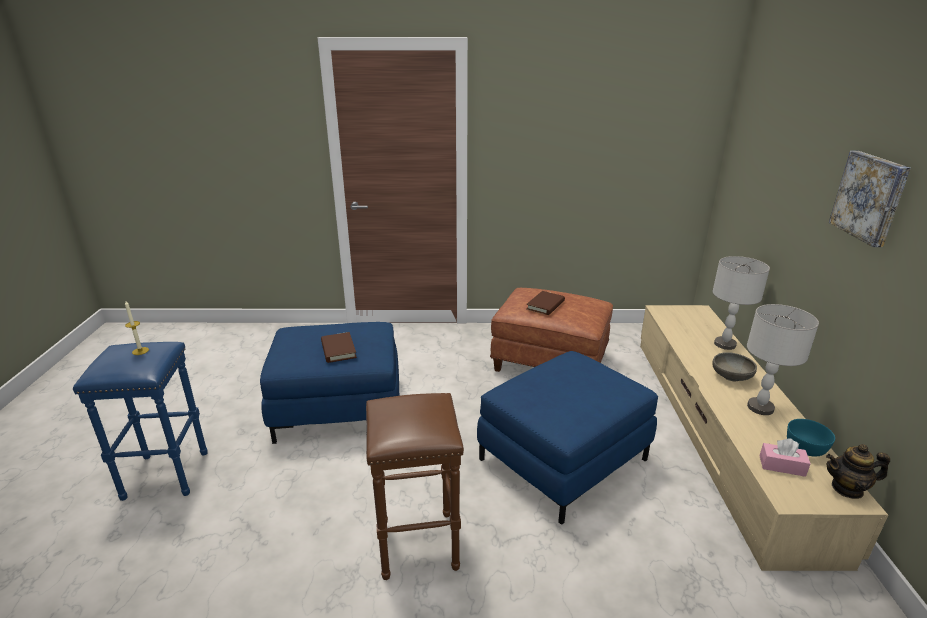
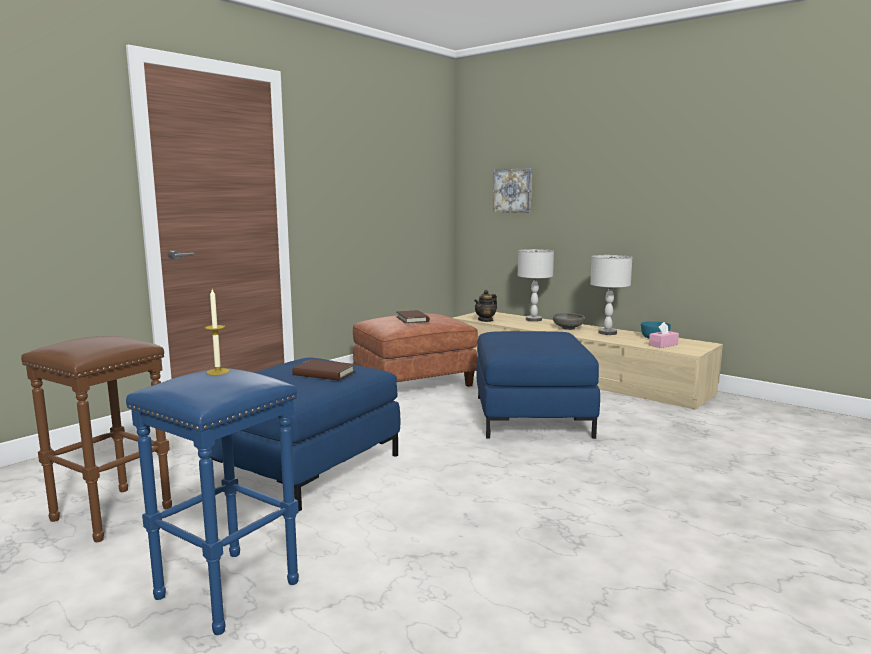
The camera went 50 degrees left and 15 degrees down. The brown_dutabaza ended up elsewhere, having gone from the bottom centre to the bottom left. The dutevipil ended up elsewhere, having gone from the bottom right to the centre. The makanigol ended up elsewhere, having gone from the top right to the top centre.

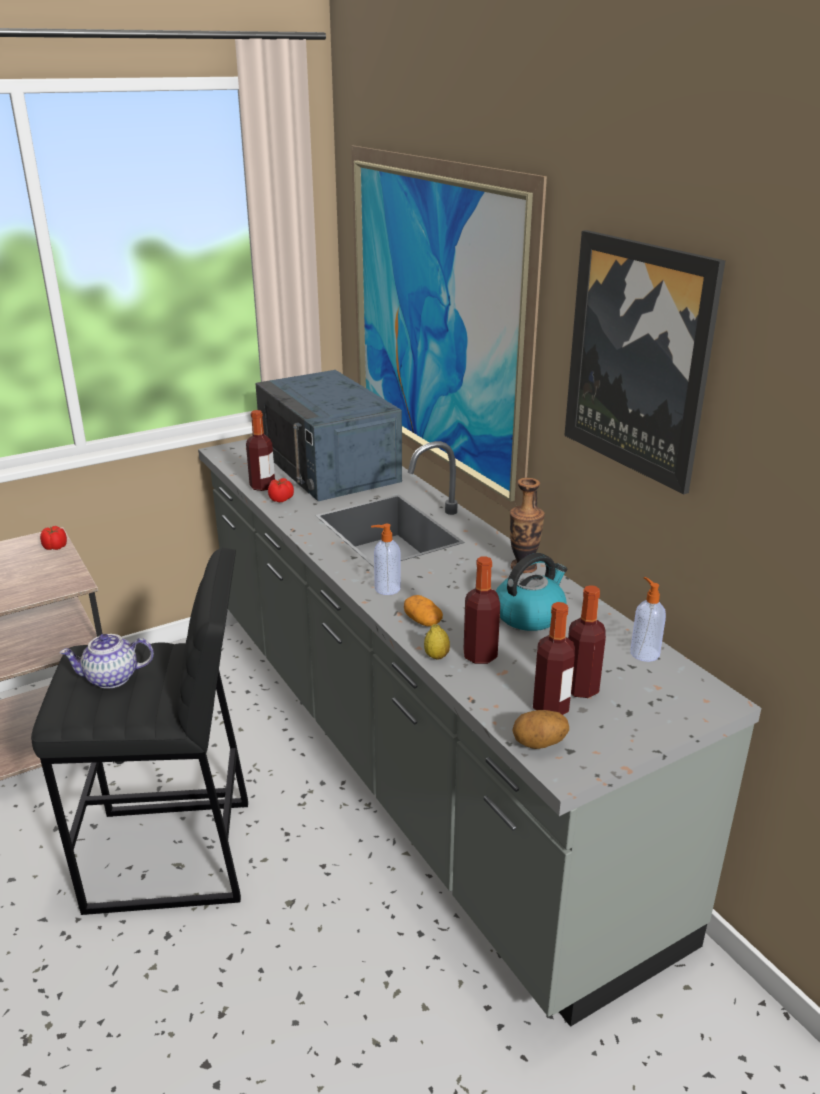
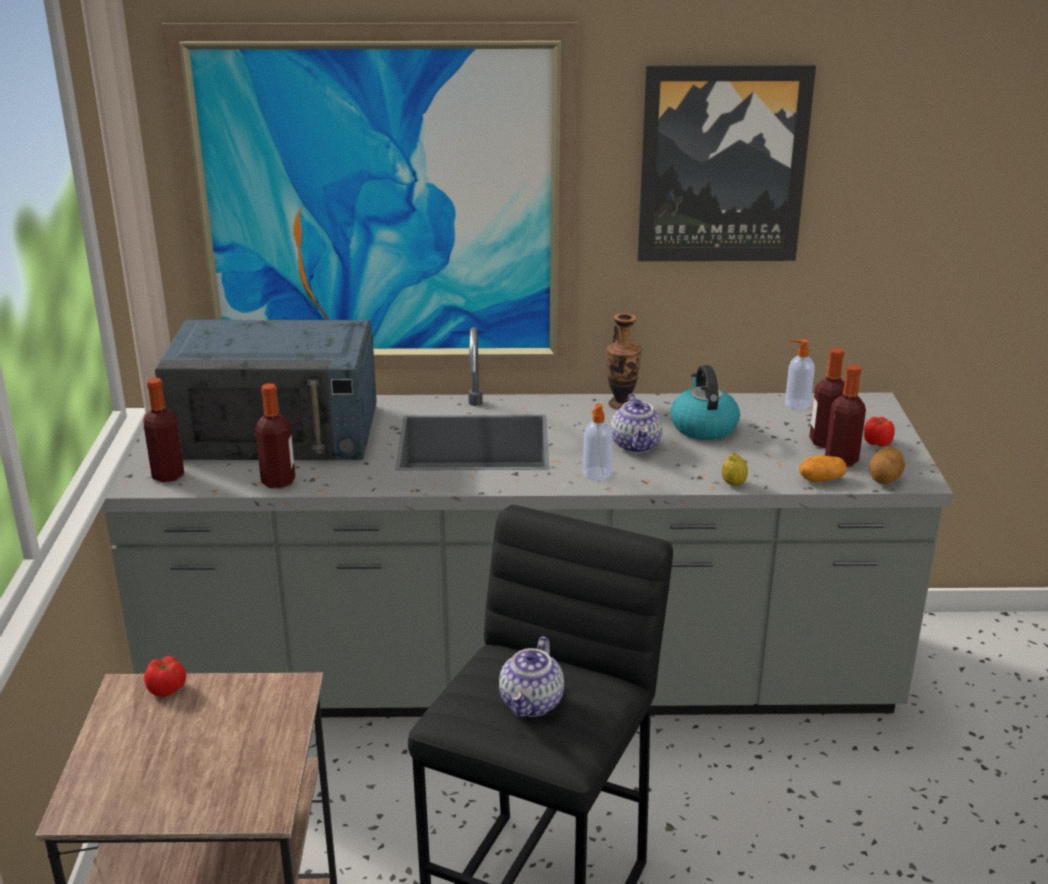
The camera went 60 degrees left and 0 degrees up. The second view gained the dutevipil (2nd from left) at the centre. The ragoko (2nd from left) ended up elsewhere, having gone from the centre to the middle right. The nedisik (1st from left) ended up elsewhere, having gone from the centre to the middle right. The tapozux (2nd from left in the first image) ended up elsewhere, having gone from the centre to the middle left.

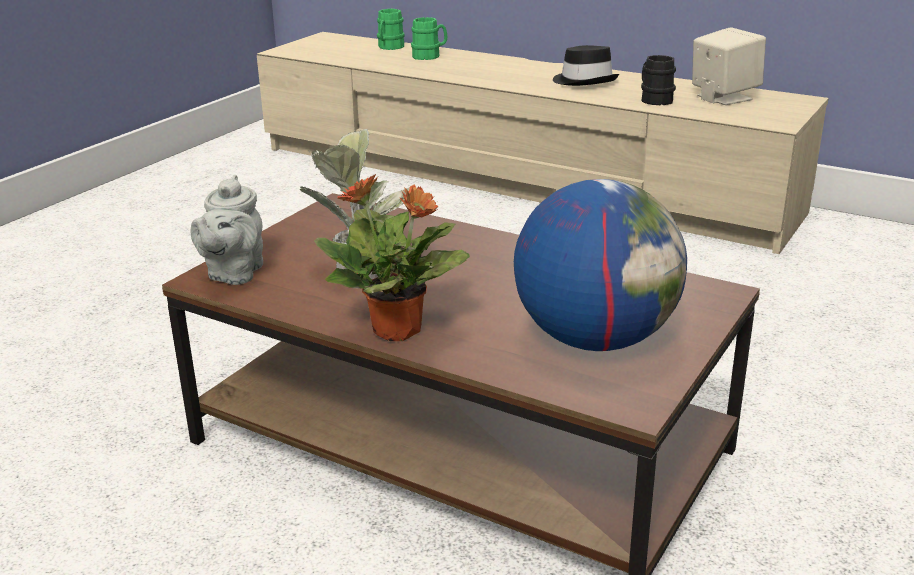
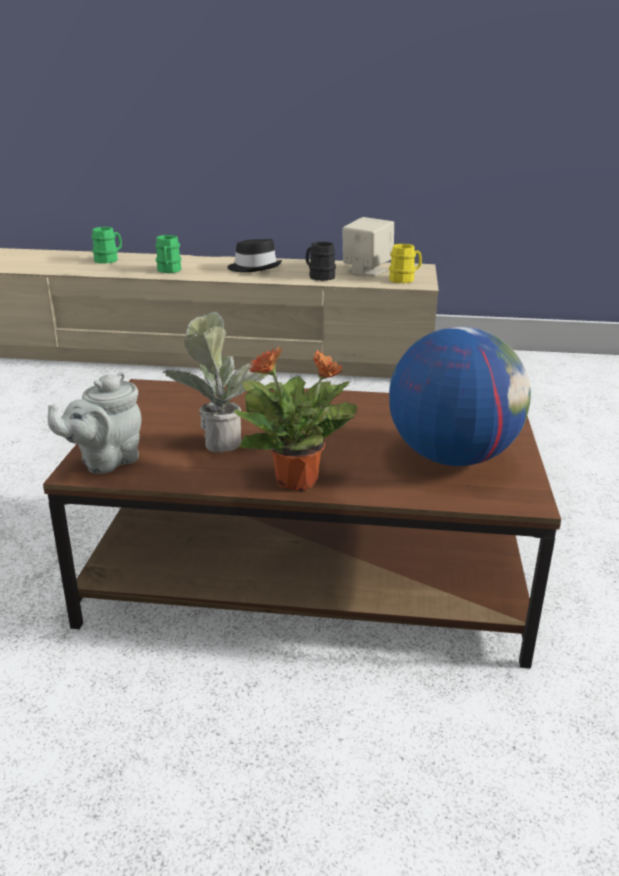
The camera went 25 degrees left and 0 degrees up. The second view gained the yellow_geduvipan at the top centre. The green_geduvipan (1st from left in the first image) ended up elsewhere, having gone from the top centre to the top left. The grey_dutevipil at the middle left ended up facing another way, 60 degrees clockwise from before.

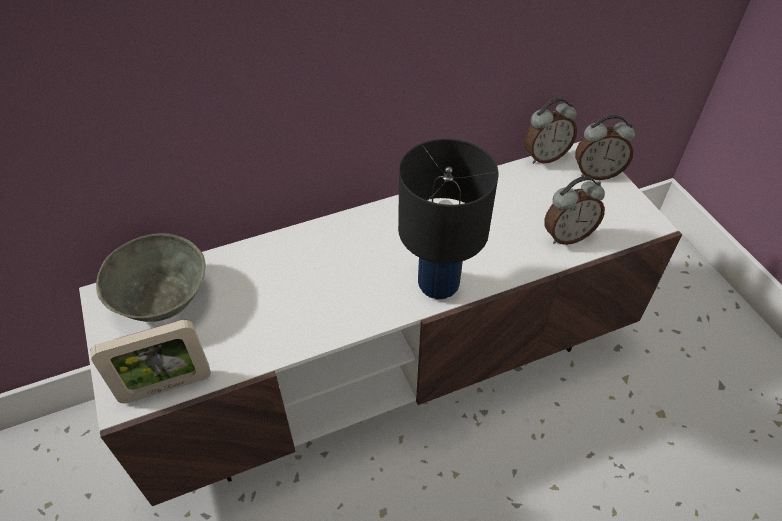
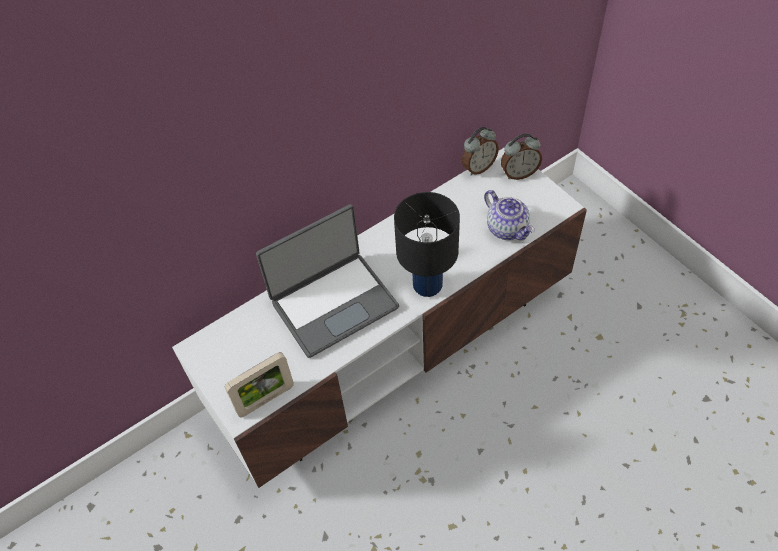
The camera went 10 degrees left and 5 degrees up. The second view lost the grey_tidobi at the middle left. The second view gained the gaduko at the centre. Where the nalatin (2nd from left) stood at the middle right, the dutevipil came to stand at the centre.

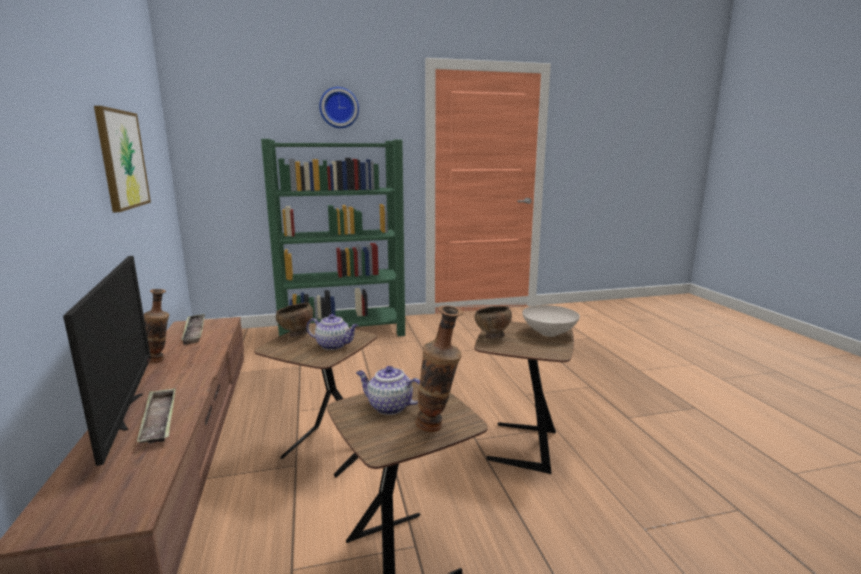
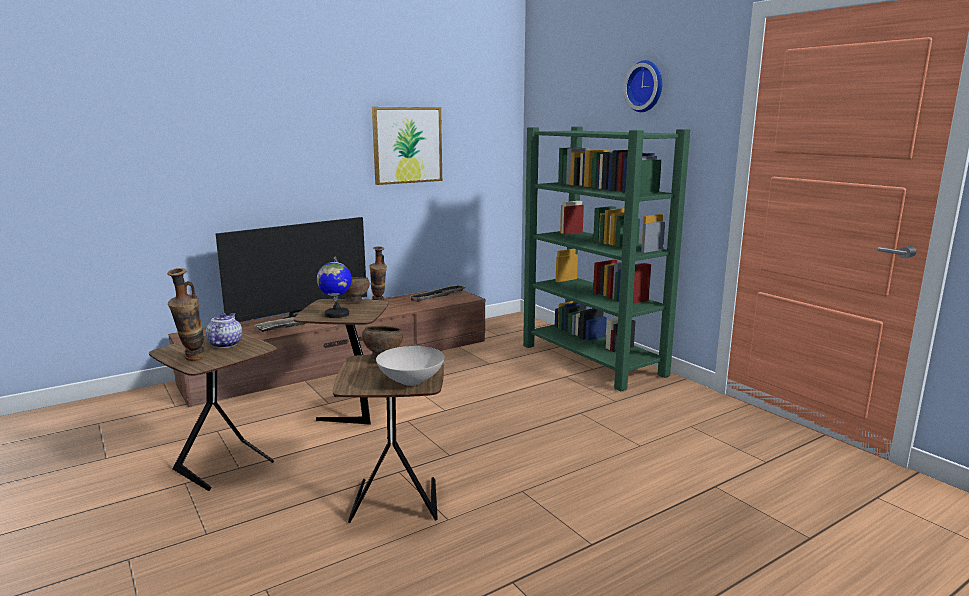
The camera went 70 degrees right and 0 degrees up. Where the dutevipil (1st from left) stood at the centre, the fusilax came to stand at the centre.

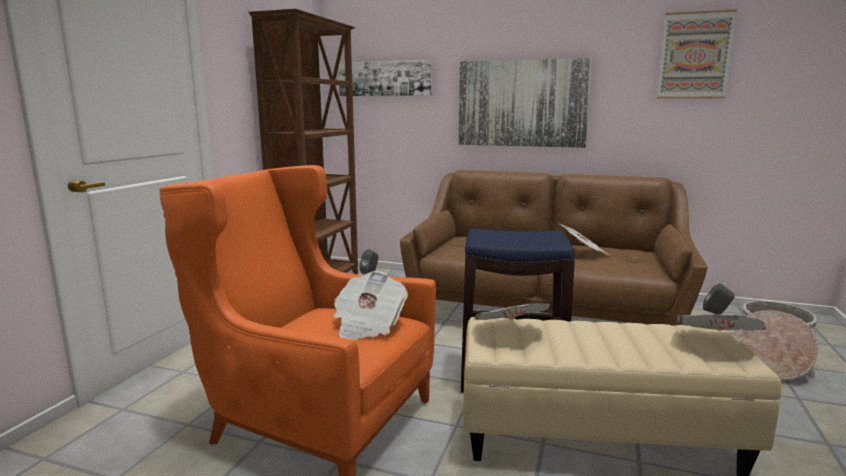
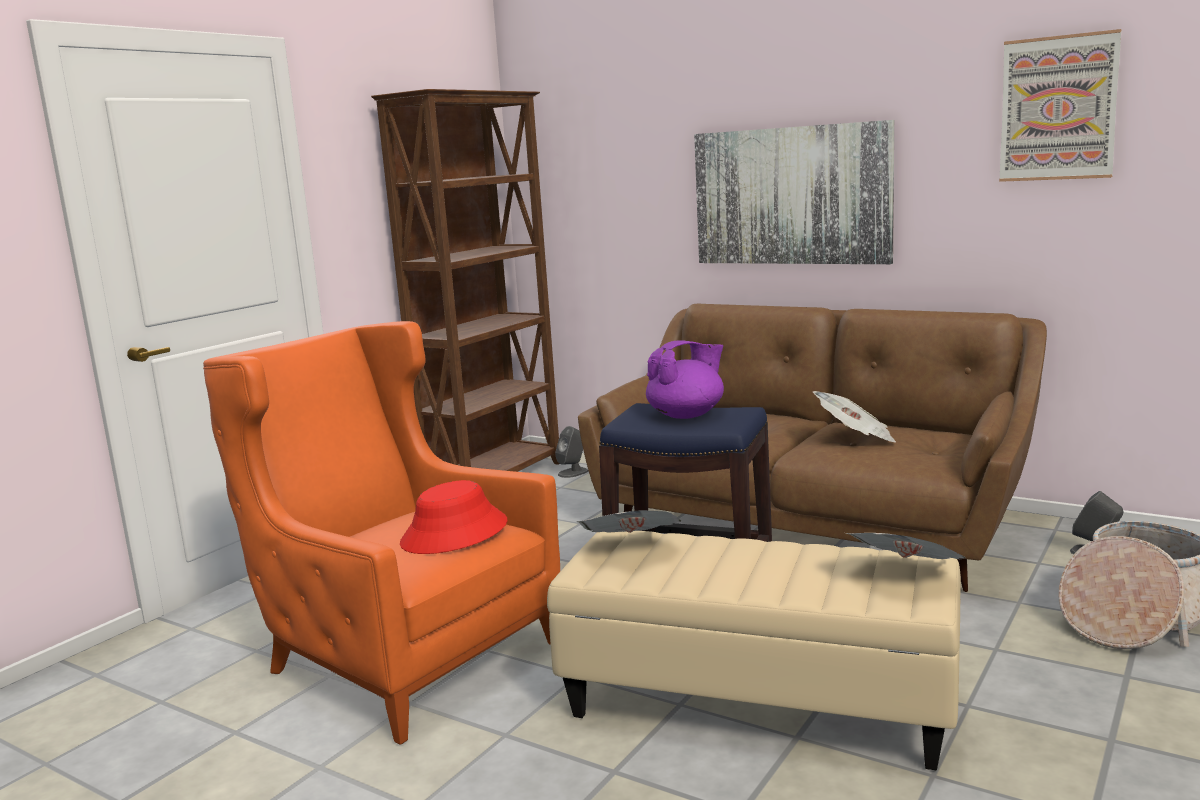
The camera went 15 degrees right and 0 degrees up. The second view lost the makanigol (1st from left) at the top centre. The second view gained the purple_dutevipil at the centre. Where the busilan (1st from left) stood at the centre, the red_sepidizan came to stand at the centre.

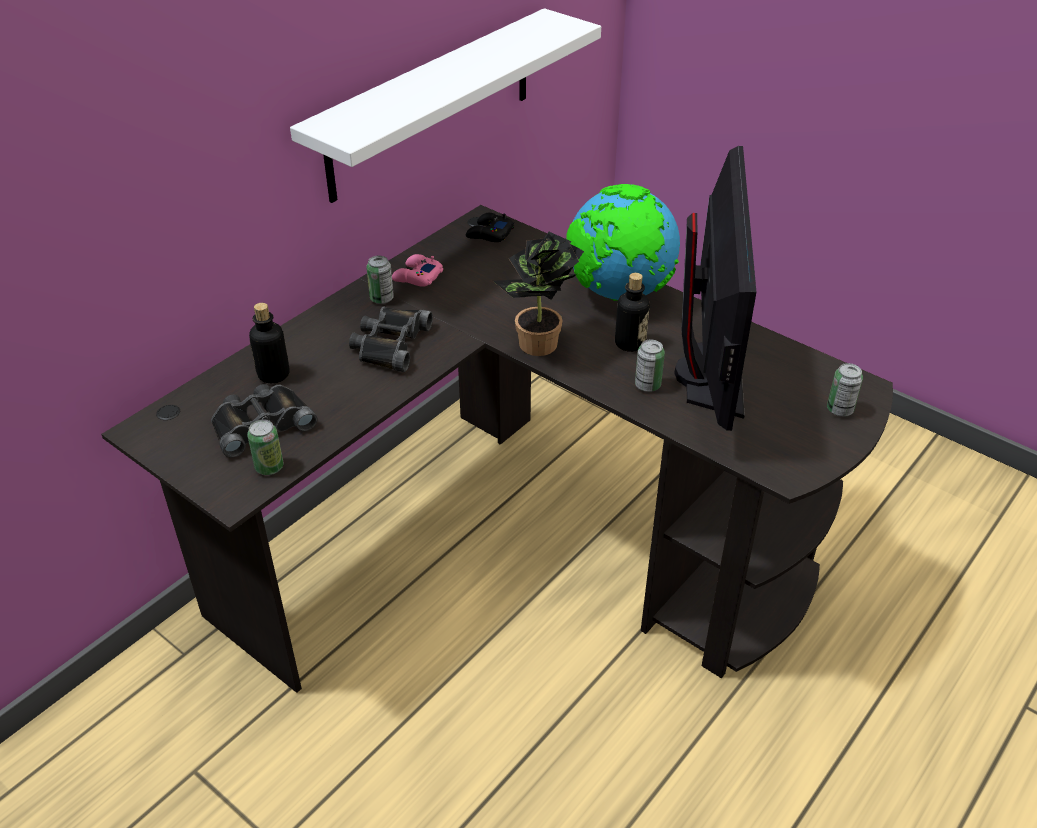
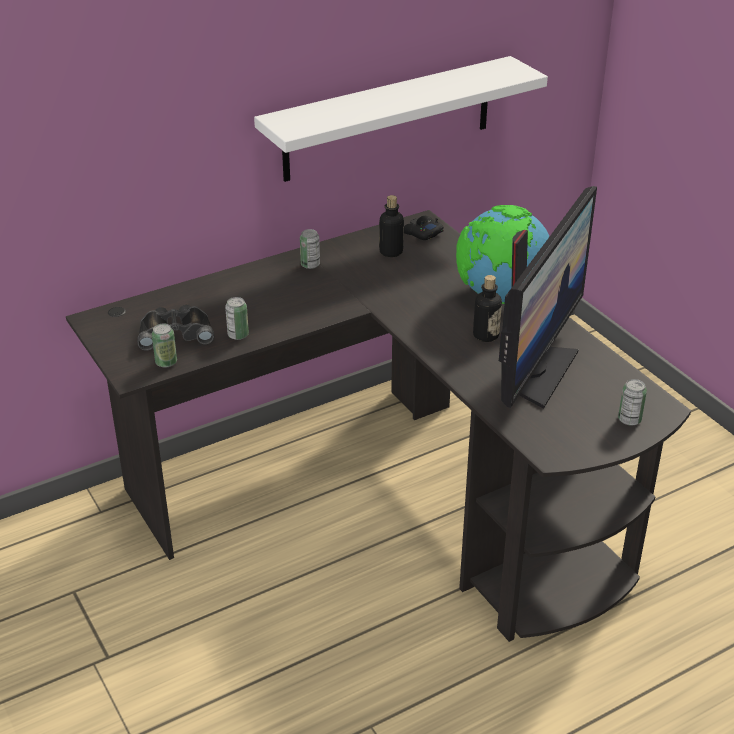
The camera went 20 degrees right and 5 degrees down. The second view lost the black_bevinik (2nd from left) at the centre. The second view lost the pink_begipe at the top centre. The second view lost the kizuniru at the centre. The tapozux (1st from left) ended up elsewhere, having gone from the middle left to the top centre. The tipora (3rd from left in the first image) ended up elsewhere, having gone from the centre to the middle left.

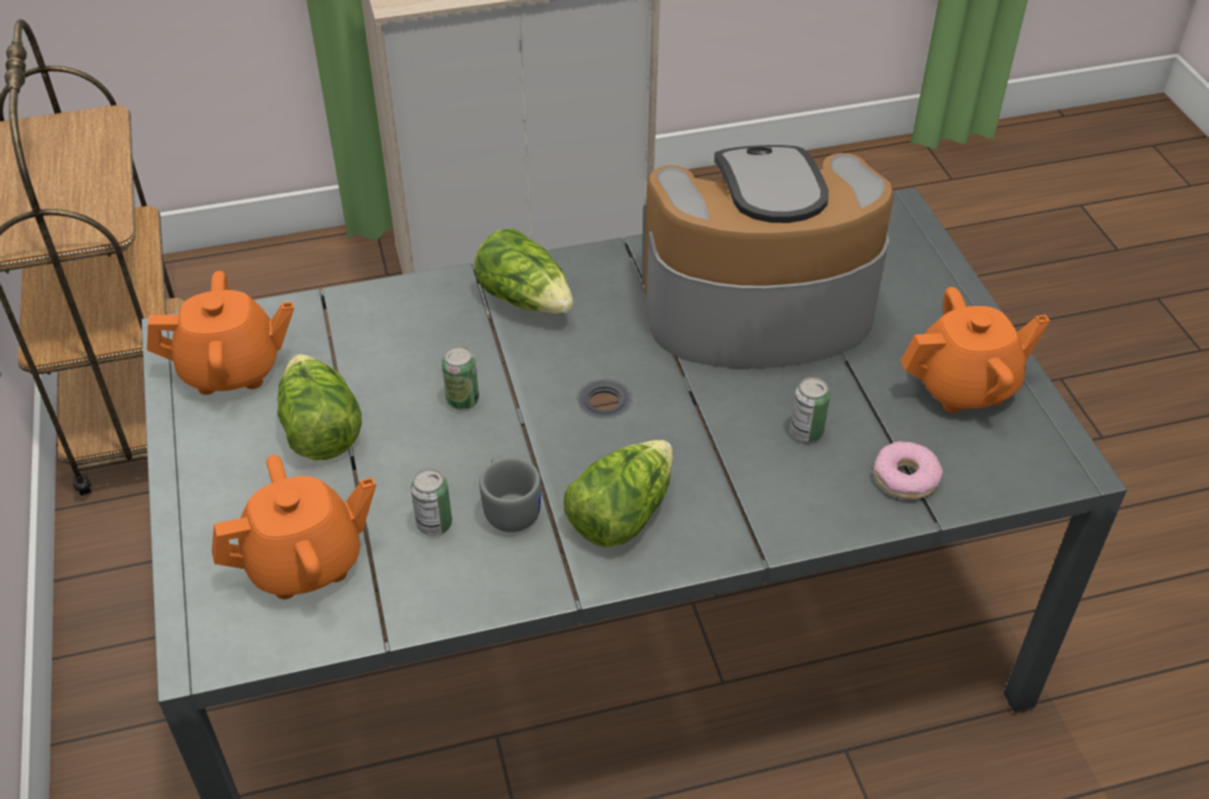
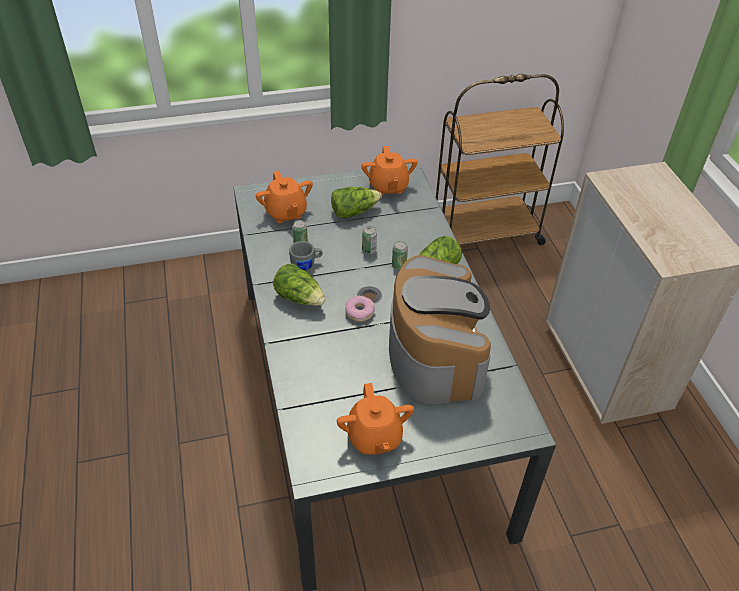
The camera went 90 degrees right and 0 degrees up. The tipora (3rd from left) ended up elsewhere, having gone from the middle right to the centre. The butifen ended up elsewhere, having gone from the middle right to the centre.

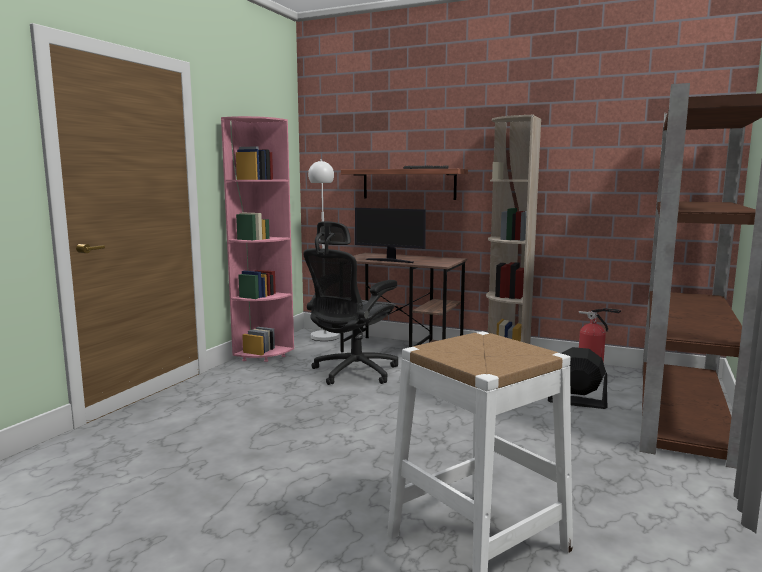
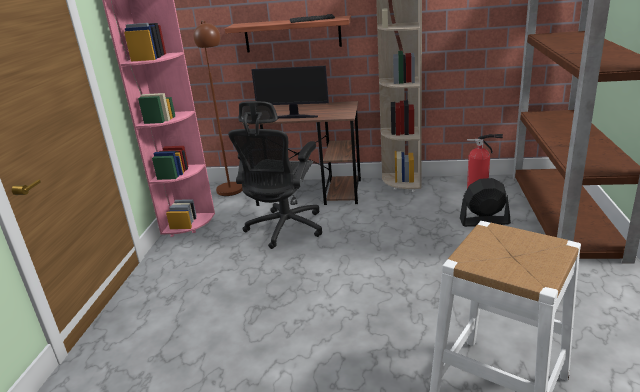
The camera went 15 degrees left and 15 degrees up. What was the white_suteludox at the centre turned into the brown_suteludox at the top centre.

